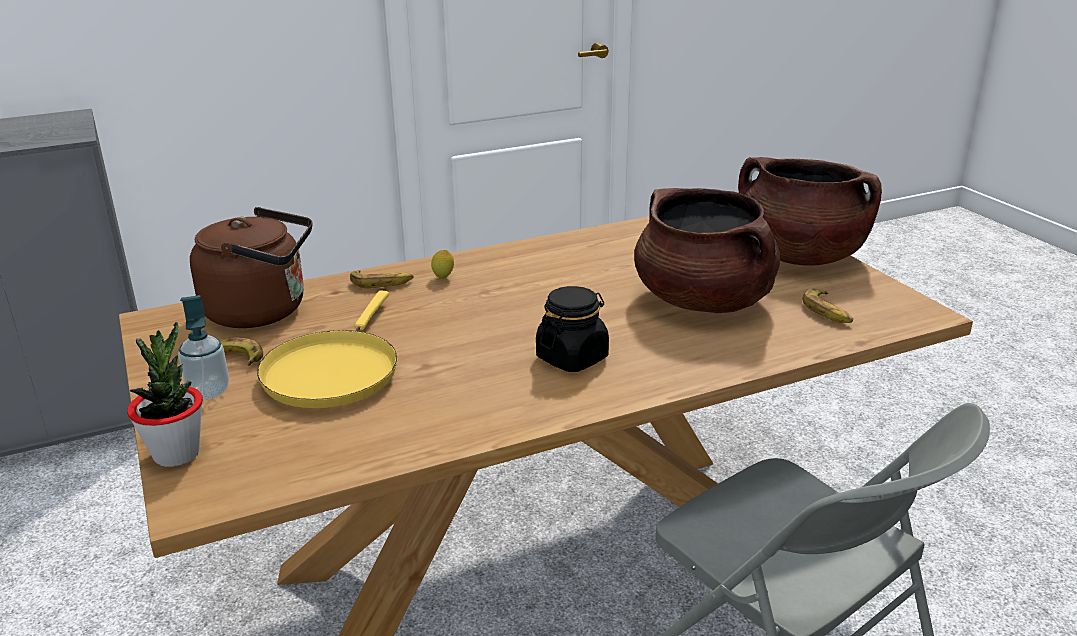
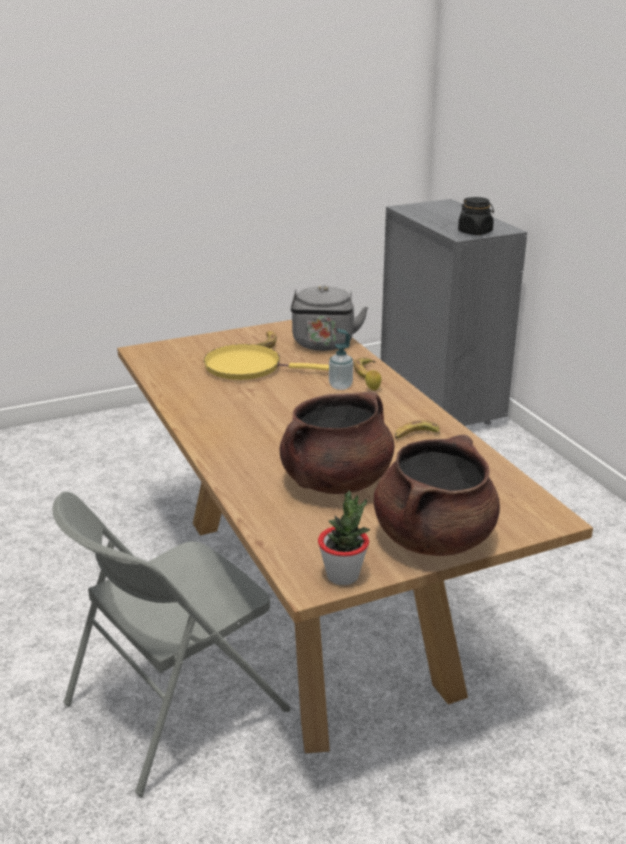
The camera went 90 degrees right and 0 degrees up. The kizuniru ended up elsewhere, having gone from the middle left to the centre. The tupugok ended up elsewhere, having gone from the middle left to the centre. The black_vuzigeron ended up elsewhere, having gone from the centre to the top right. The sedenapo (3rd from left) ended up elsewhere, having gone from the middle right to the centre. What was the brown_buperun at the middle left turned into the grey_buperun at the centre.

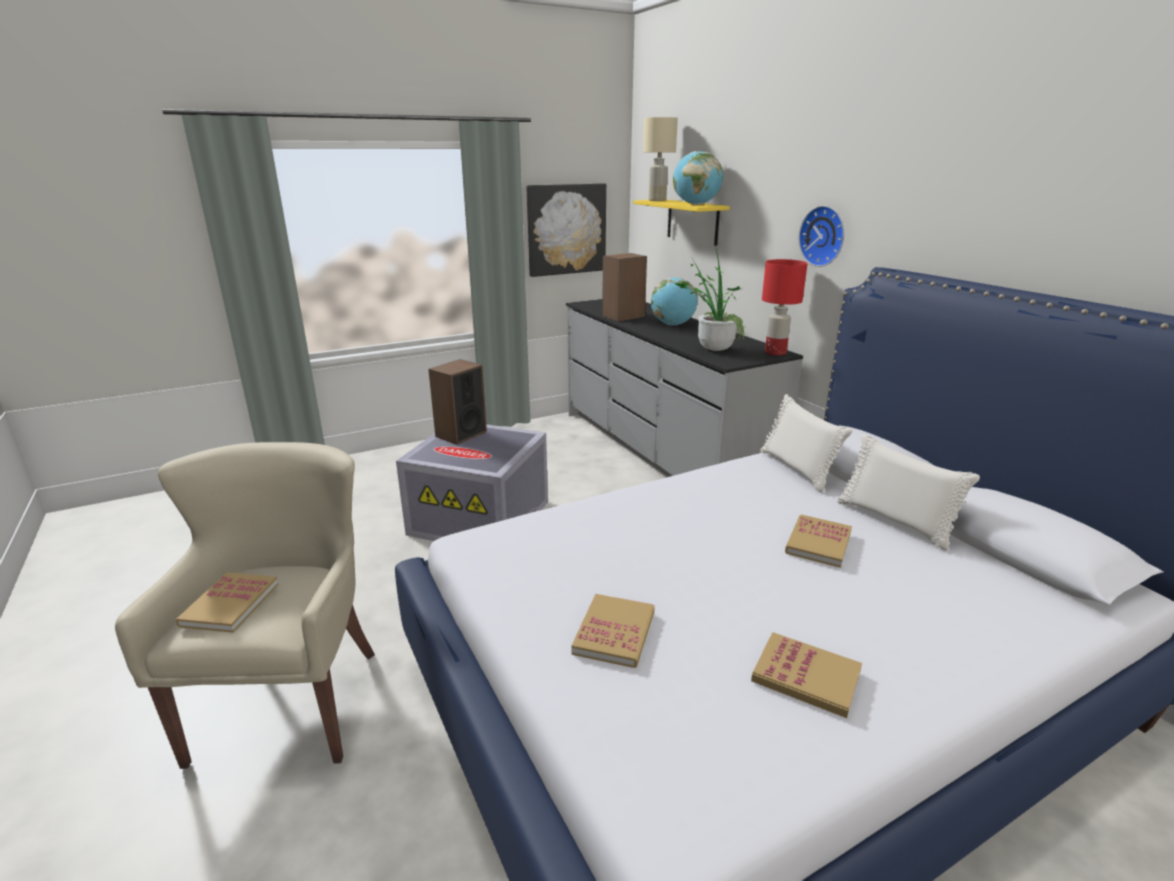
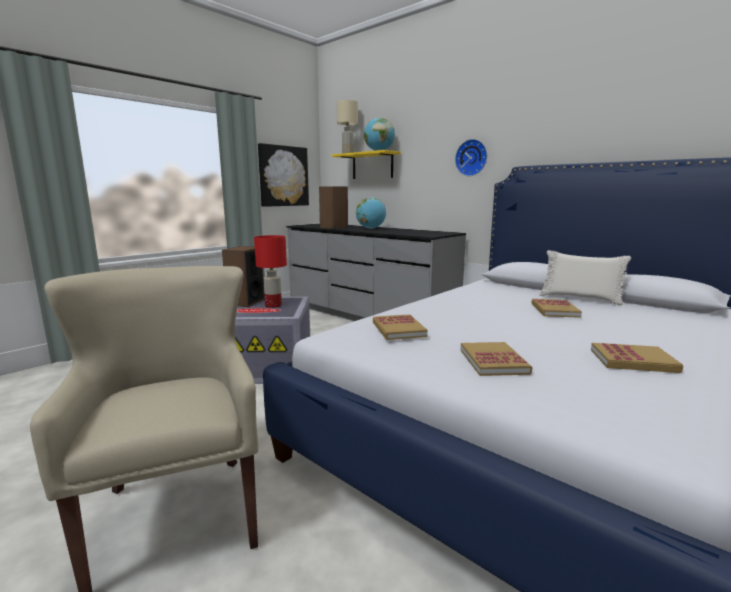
The camera went 20 degrees left and 10 degrees down. The second view lost the kizuniru at the centre. The second view lost the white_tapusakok (1st from left) at the middle right. The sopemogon (1st from left) ended up elsewhere, having gone from the bottom left to the centre. The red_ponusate ended up elsewhere, having gone from the middle right to the centre.

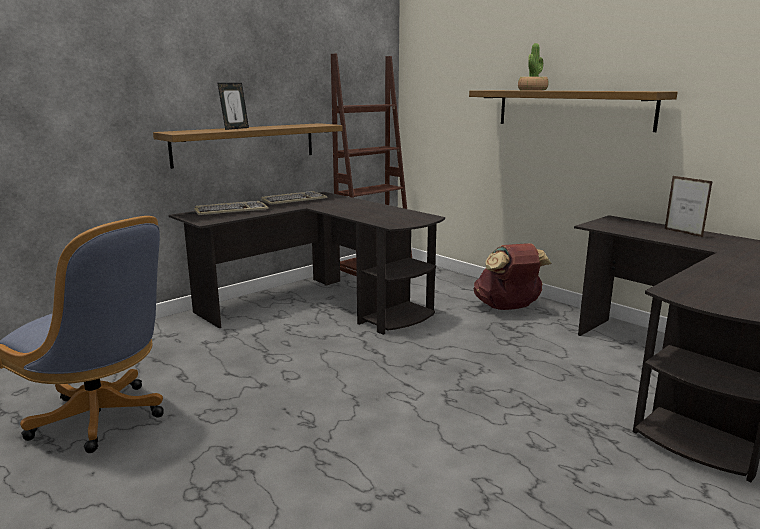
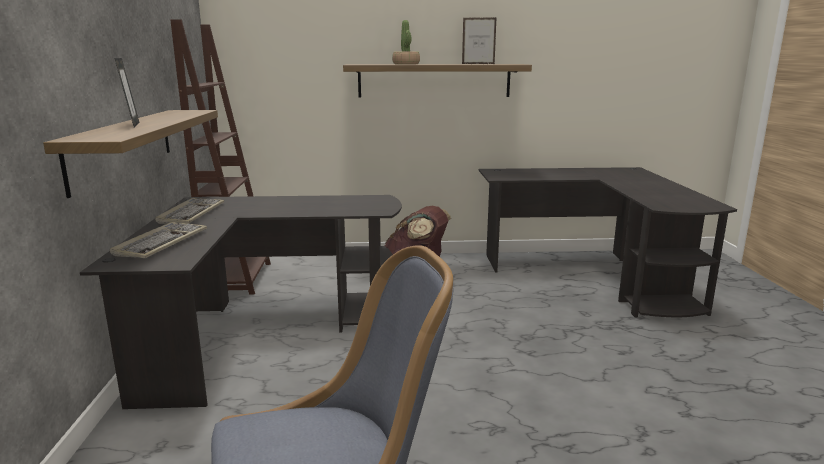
The camera went 50 degrees left and 0 degrees up. The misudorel (2nd from left) ended up elsewhere, having gone from the middle right to the top centre.

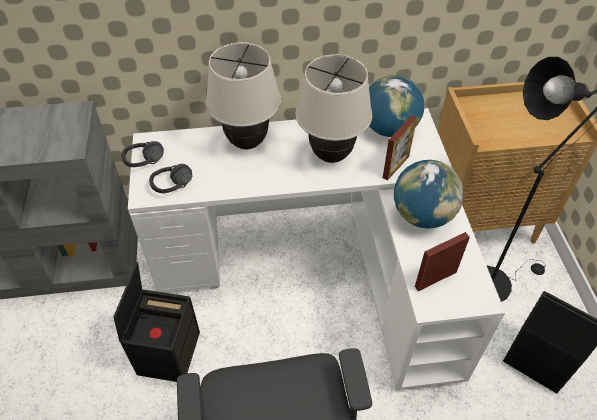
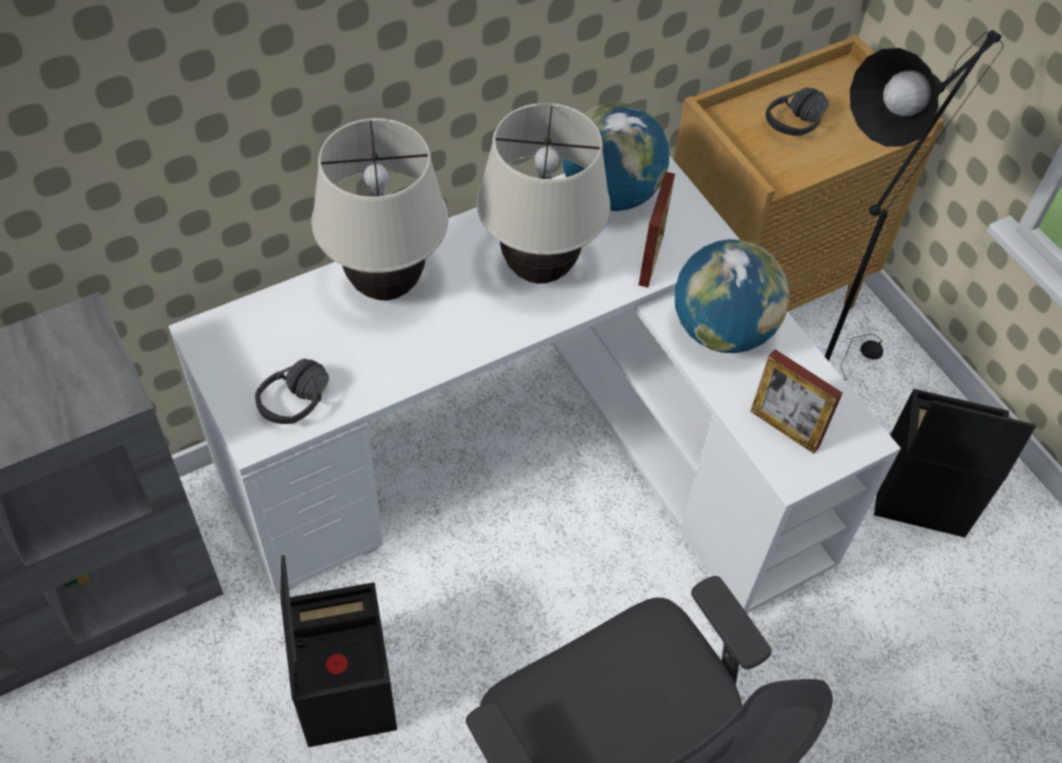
The camera went 25 degrees left and 5 degrees up. The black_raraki (1st from left in the first image) ended up elsewhere, having gone from the middle left to the top right. The misudorel (2nd from left) at the middle right ended up facing another way, 90 degrees counterclockwise from before.

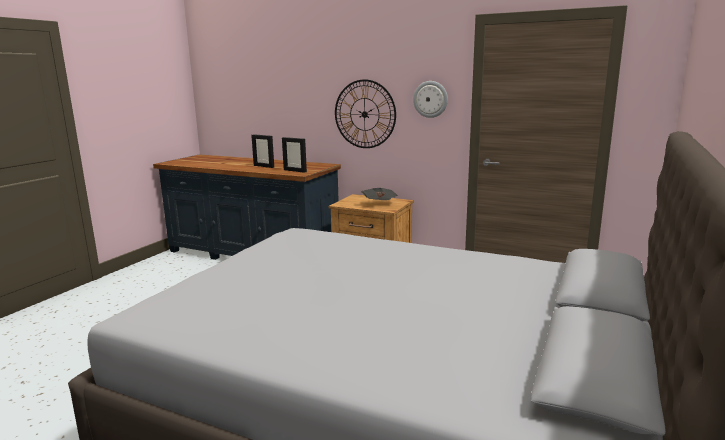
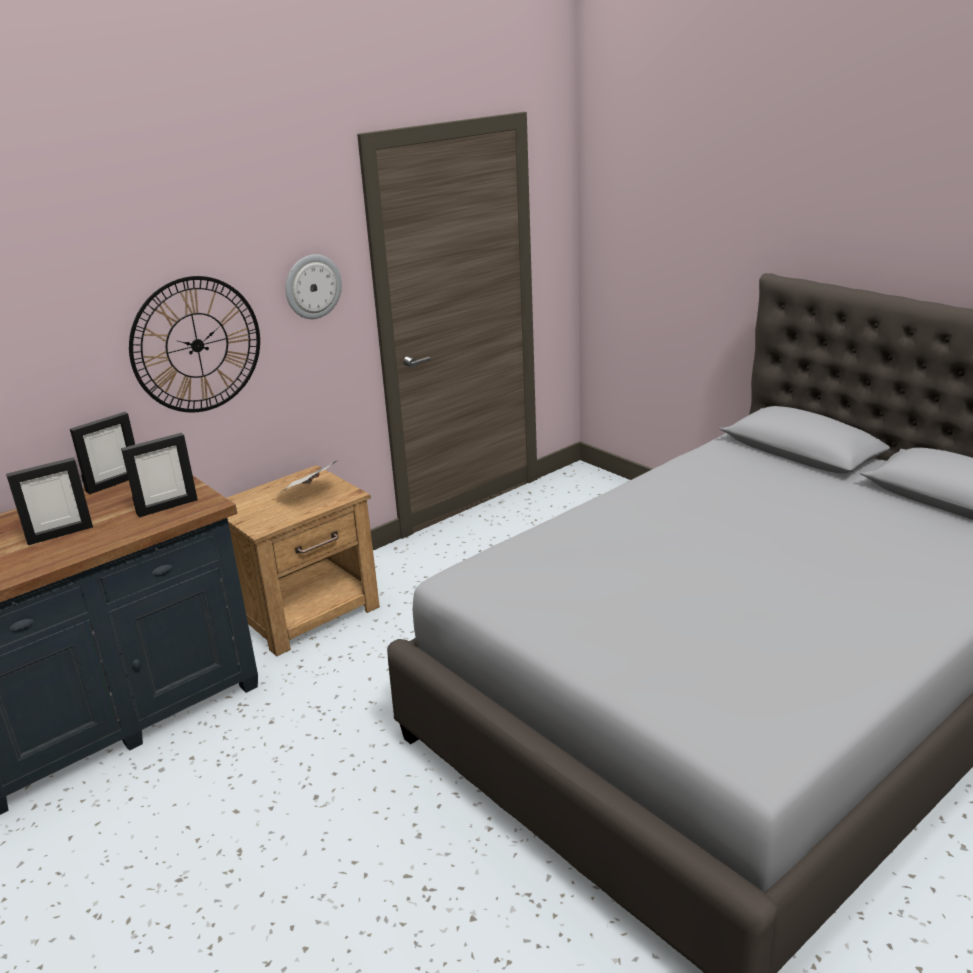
The camera went 65 degrees left and 10 degrees up. The second view gained the misudorel (2nd from left) at the middle left.

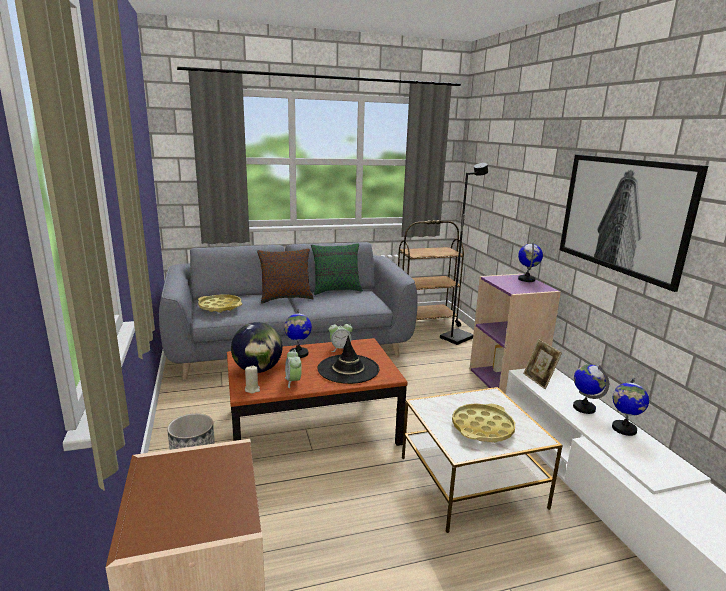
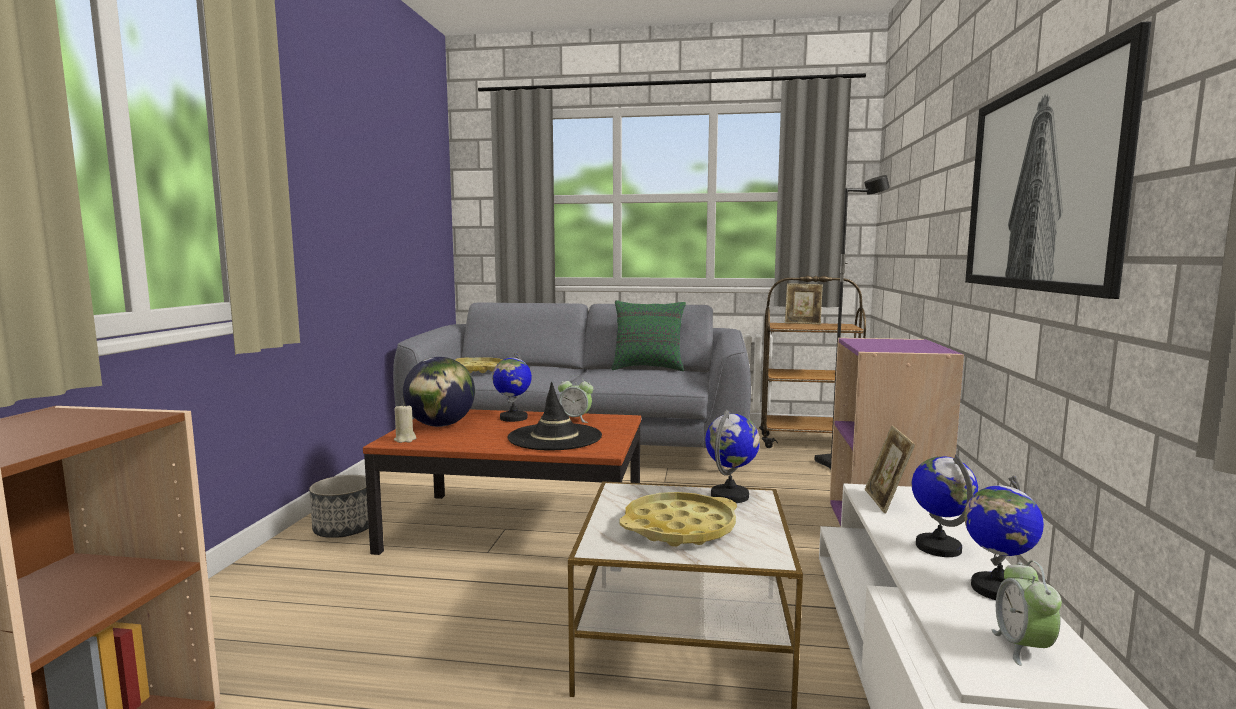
The camera went 25 degrees right and 10 degrees down. The second view lost the brown_tapusakok at the centre. The second view gained the misudorel (1st from left) at the centre. The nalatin (1st from left in the first image) ended up elsewhere, having gone from the centre to the bottom right. The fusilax (3rd from left) ended up elsewhere, having gone from the middle right to the centre.

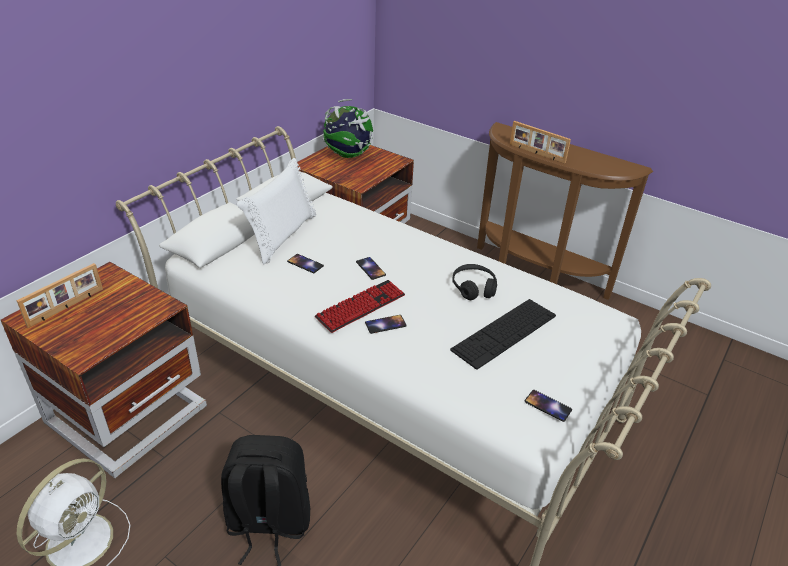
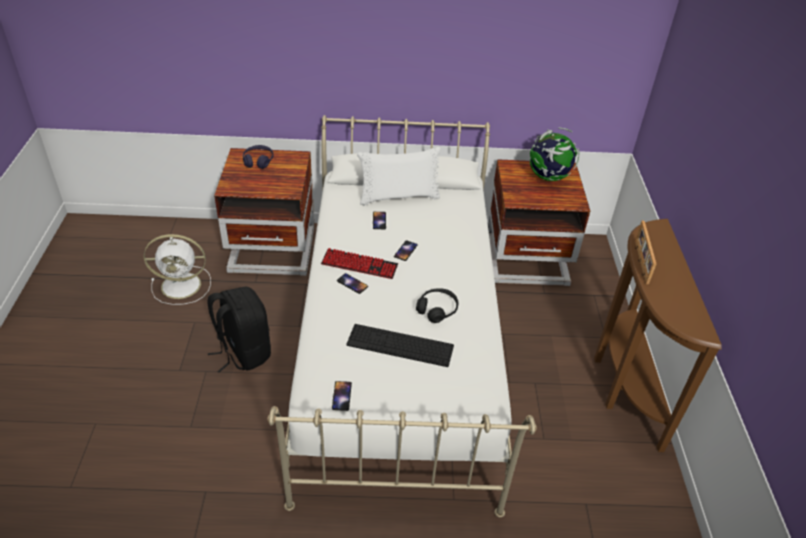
The camera went 55 degrees right and 5 degrees up. Where the misudorel (1st from left) stood at the middle left, the purple_raraki came to stand at the top left.

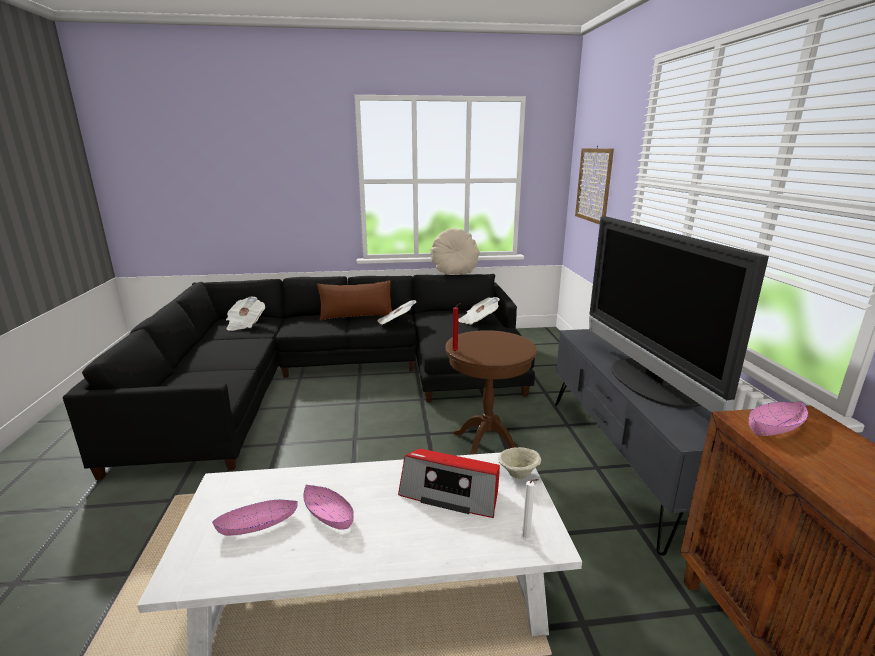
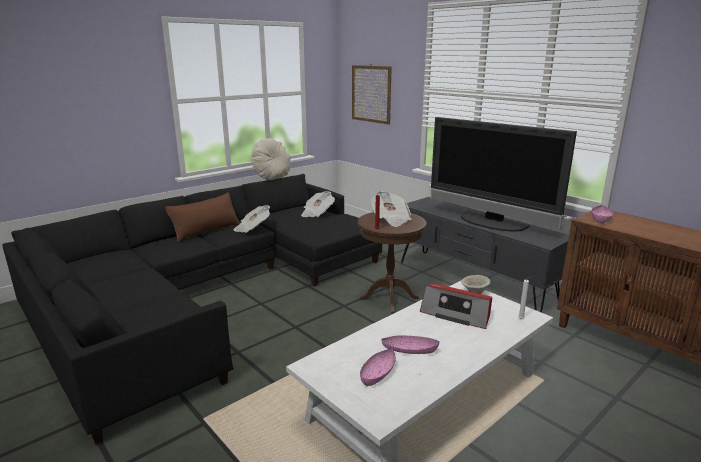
The camera went 35 degrees left and 0 degrees up. The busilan (1st from left in the first image) ended up elsewhere, having gone from the middle left to the centre. The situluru at the bottom centre ended up facing another way, 45 degrees clockwise from before.

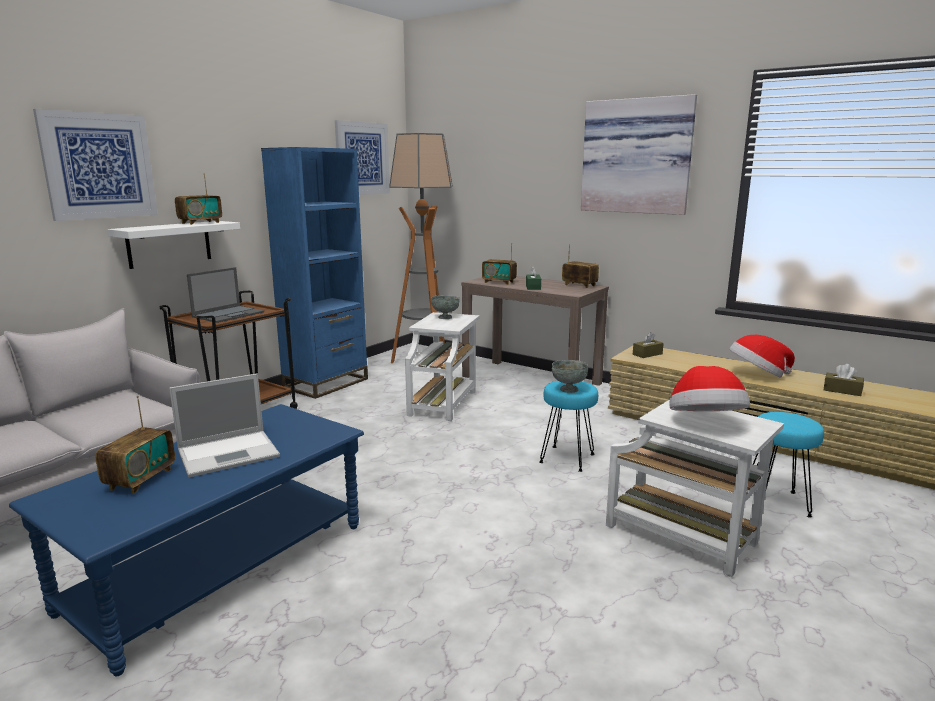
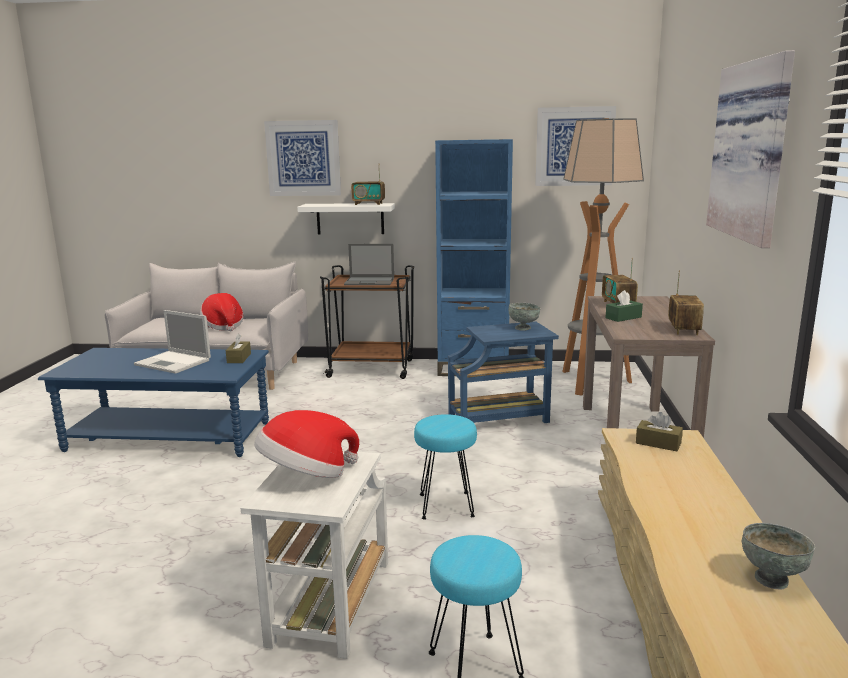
The camera went 60 degrees right and 0 degrees up. The second view lost the situluru (1st from left) at the middle left. The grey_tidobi (2nd from left) ended up elsewhere, having gone from the centre to the bottom right. The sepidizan (2nd from left in the first image) ended up elsewhere, having gone from the middle right to the middle left. The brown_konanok (2nd from left in the first image) ended up elsewhere, having gone from the middle right to the middle left. What was the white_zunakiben (1st from left) at the centre turned into the blue_zunakiben at the centre.

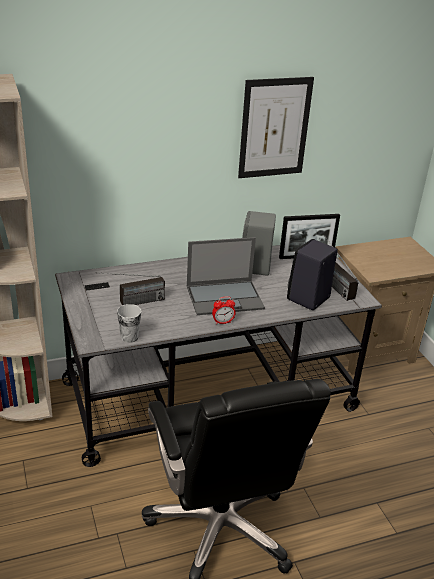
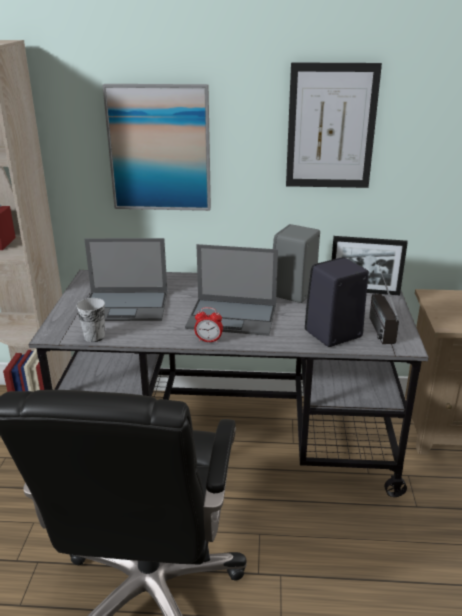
The camera went 25 degrees right and 5 degrees down. The second view gained the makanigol (1st from left) at the top centre. Where the situluru (1st from left) stood at the middle left, the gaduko (1st from left) came to stand at the middle left.

